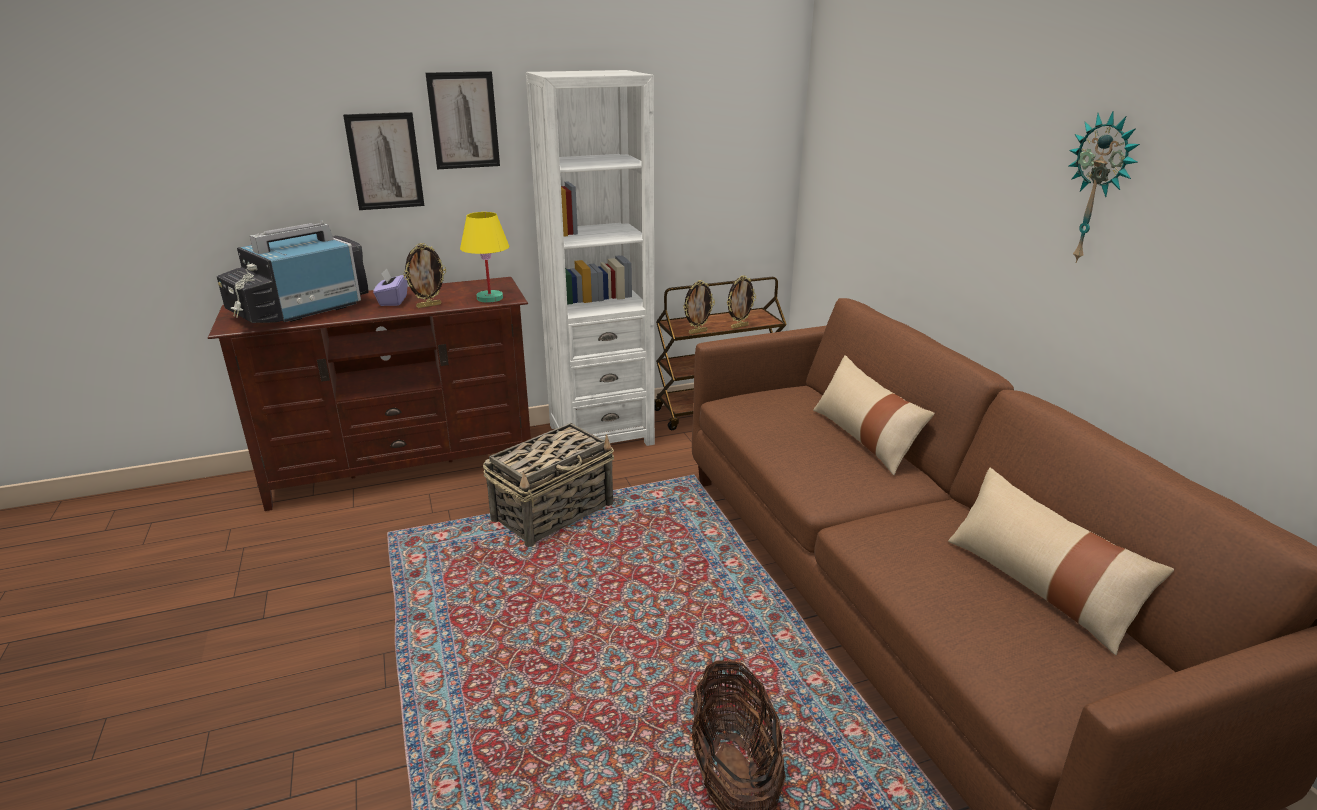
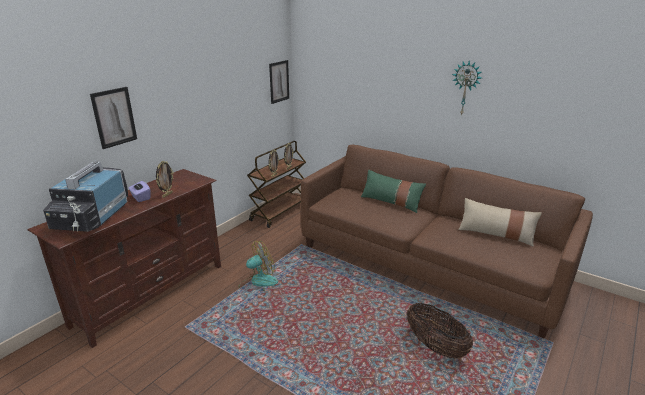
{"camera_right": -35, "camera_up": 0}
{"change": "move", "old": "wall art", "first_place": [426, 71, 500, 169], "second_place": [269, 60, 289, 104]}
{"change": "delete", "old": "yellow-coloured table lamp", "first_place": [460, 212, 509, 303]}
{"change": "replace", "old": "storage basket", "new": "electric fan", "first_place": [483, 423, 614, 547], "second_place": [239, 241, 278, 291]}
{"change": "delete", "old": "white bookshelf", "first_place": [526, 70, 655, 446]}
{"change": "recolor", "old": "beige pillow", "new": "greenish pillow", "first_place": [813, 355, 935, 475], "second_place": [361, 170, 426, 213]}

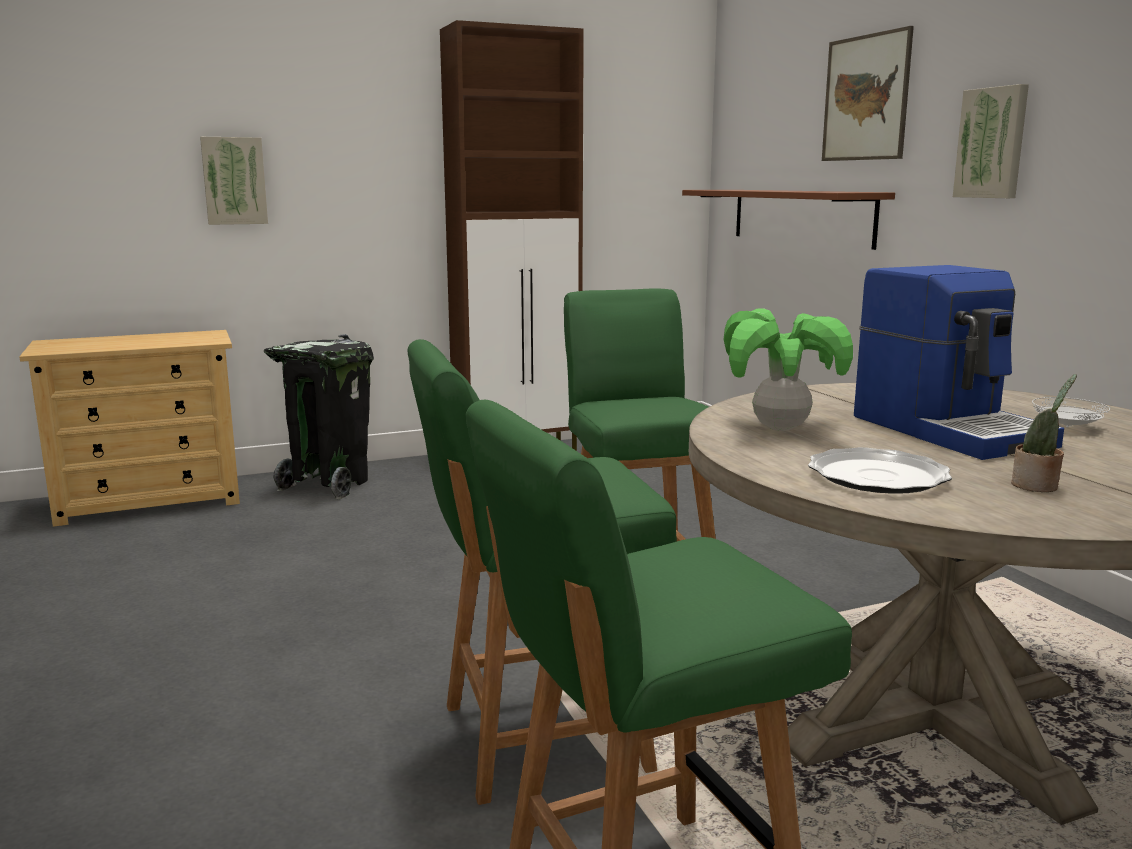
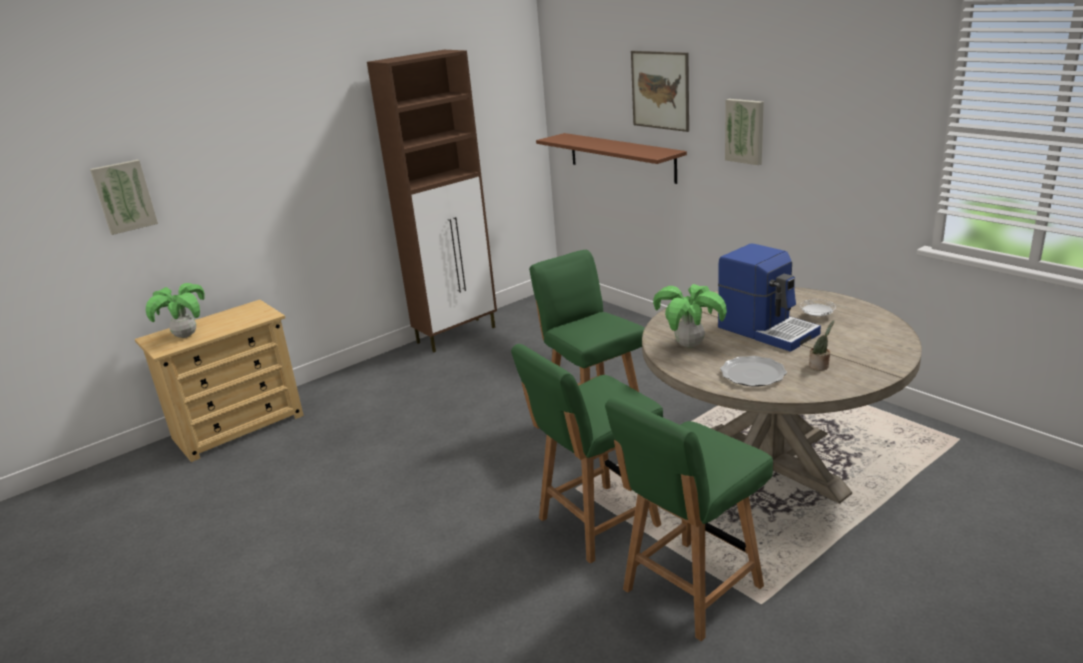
{"camera_right": -15, "camera_up": 10}
{"change": "move", "old": "wall art", "first_place": [200, 137, 268, 225], "second_place": [90, 160, 158, 235]}
{"change": "delete", "old": "blackish trash can", "first_place": [264, 334, 374, 500]}
{"change": "insert", "new": "houseplant", "second_place": [146, 283, 205, 338]}

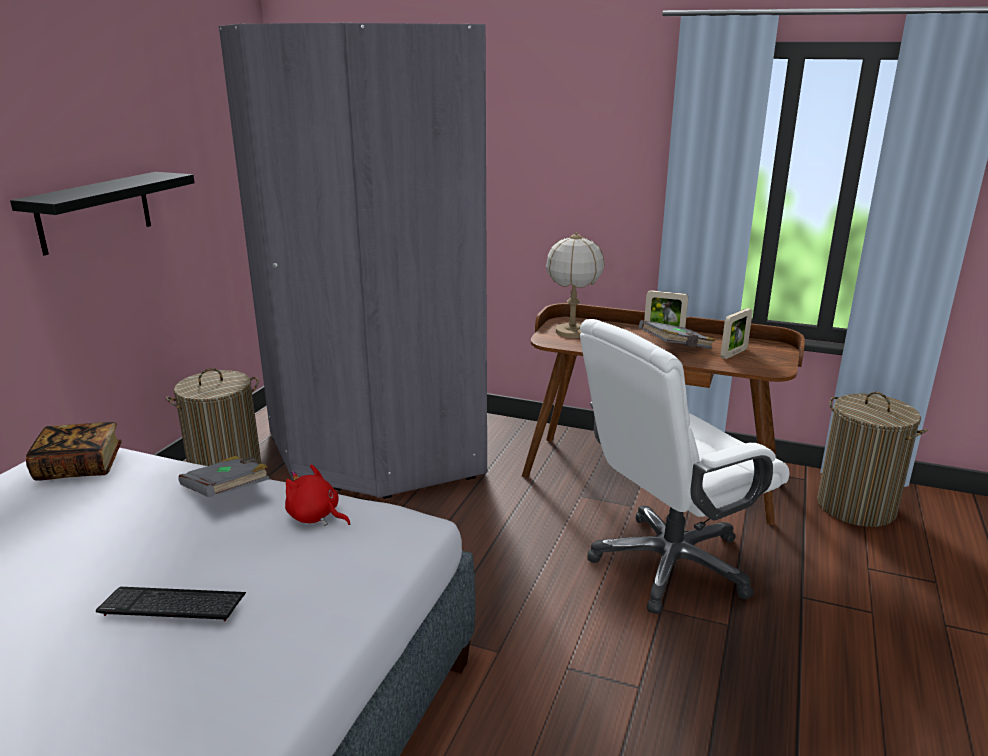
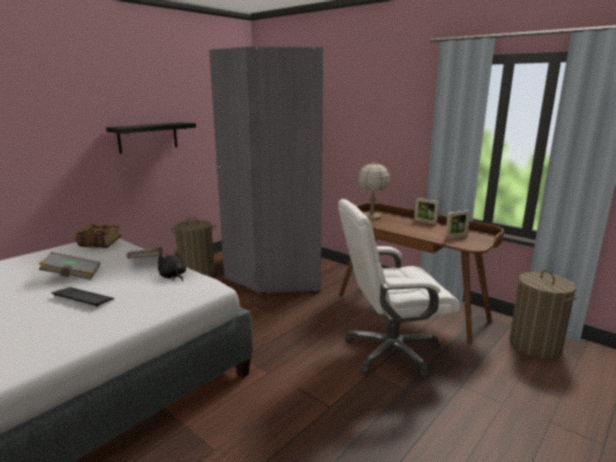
{"camera_right": 20, "camera_up": -5}
{"change": "recolor", "old": "red soft toy", "new": "blackish soft toy", "first_place": [285, 464, 350, 526], "second_place": [158, 251, 186, 282]}
{"change": "move", "old": "gray bound book", "first_place": [639, 320, 715, 349], "second_place": [39, 252, 100, 280]}

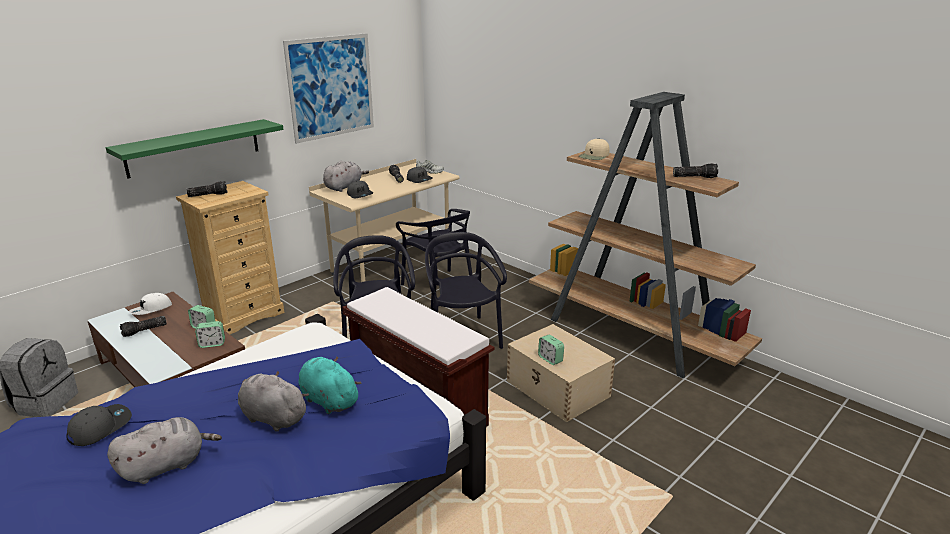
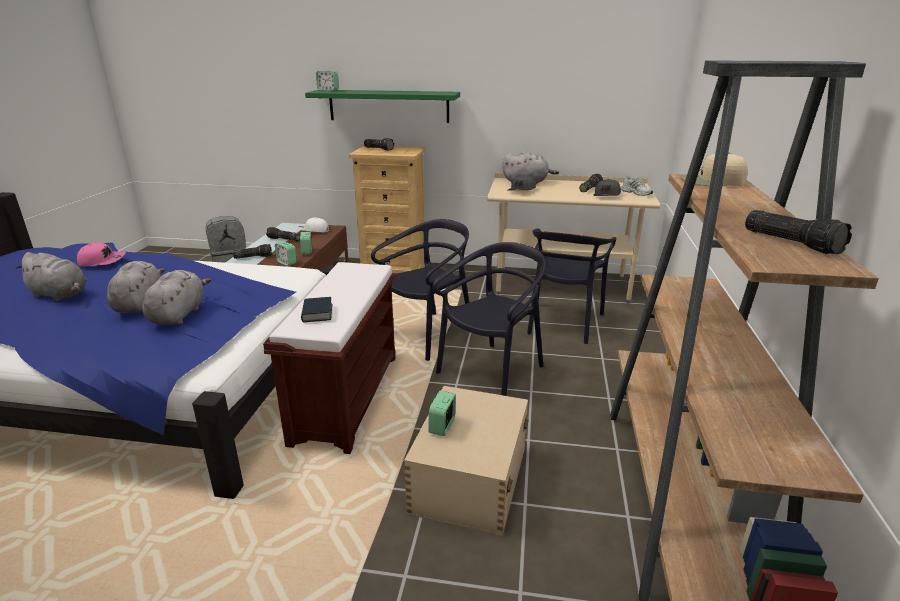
{"camera_right": 55, "camera_up": 0}
{"change": "recolor", "old": "gray cap", "new": "pink-coloured cap", "first_place": [67, 404, 132, 446], "second_place": [77, 242, 126, 266]}
{"change": "delete", "old": "wall art", "first_place": [283, 33, 374, 144]}
{"change": "recolor", "old": "blue-green soft toy", "new": "gray soft toy", "first_place": [298, 356, 361, 414], "second_place": [142, 270, 211, 325]}
{"change": "insert", "new": "torch", "second_place": [233, 244, 272, 259]}
{"change": "insert", "new": "bound book", "second_place": [301, 297, 333, 323]}
{"change": "insert", "new": "bedside clock", "second_place": [316, 70, 339, 91]}

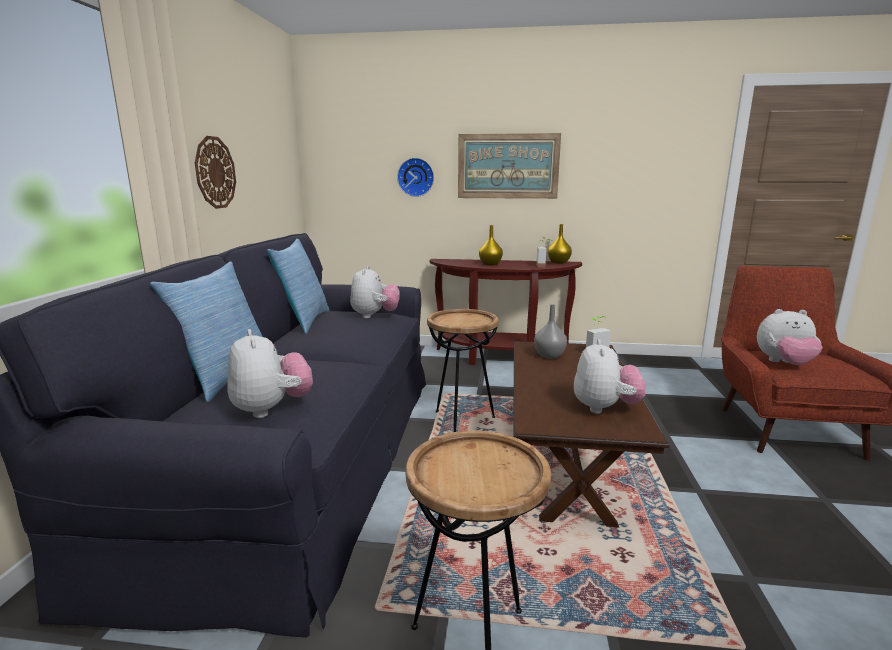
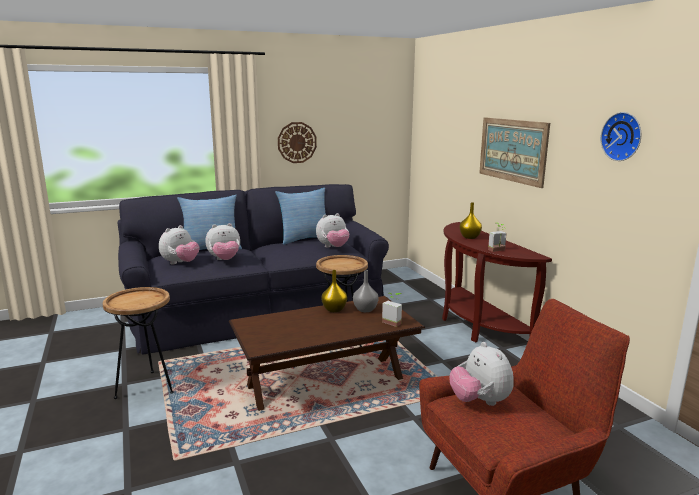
{"camera_right": 60, "camera_up": 0}
{"change": "move", "old": "wall clock", "first_place": [397, 158, 434, 197], "second_place": [601, 112, 641, 161]}
{"change": "move", "old": "yellow-coloured vase", "first_place": [548, 224, 572, 264], "second_place": [321, 270, 347, 312]}
{"change": "move", "old": "soft toy", "first_place": [574, 339, 646, 414], "second_place": [205, 223, 240, 260]}

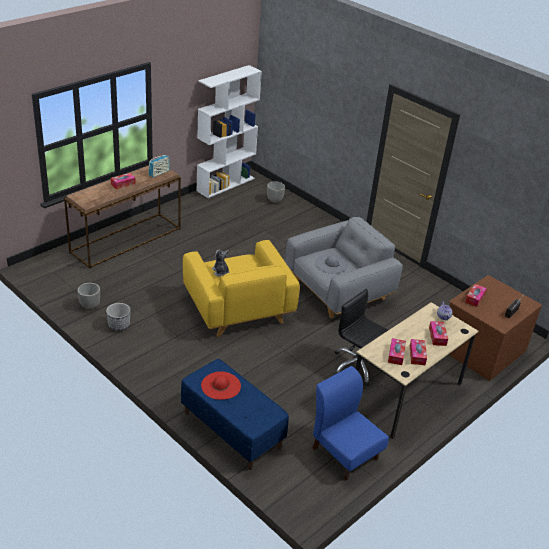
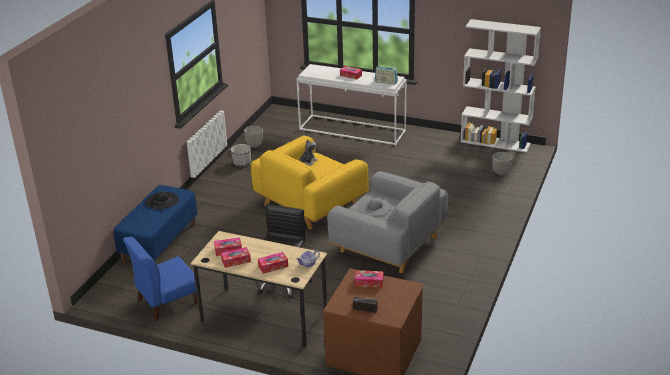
{"camera_right": 70, "camera_up": -5}
{"change": "recolor", "old": "brown console table", "new": "white console table", "first_place": [64, 166, 181, 269], "second_place": [297, 64, 406, 146]}
{"change": "recolor", "old": "red clothing hat", "new": "blackish clothing hat", "first_place": [201, 371, 241, 400], "second_place": [145, 192, 179, 210]}
{"change": "rotate", "old": "blue chair", "first_place": [313, 366, 389, 481], "second_place": [123, 237, 200, 320], "degrees": -150}

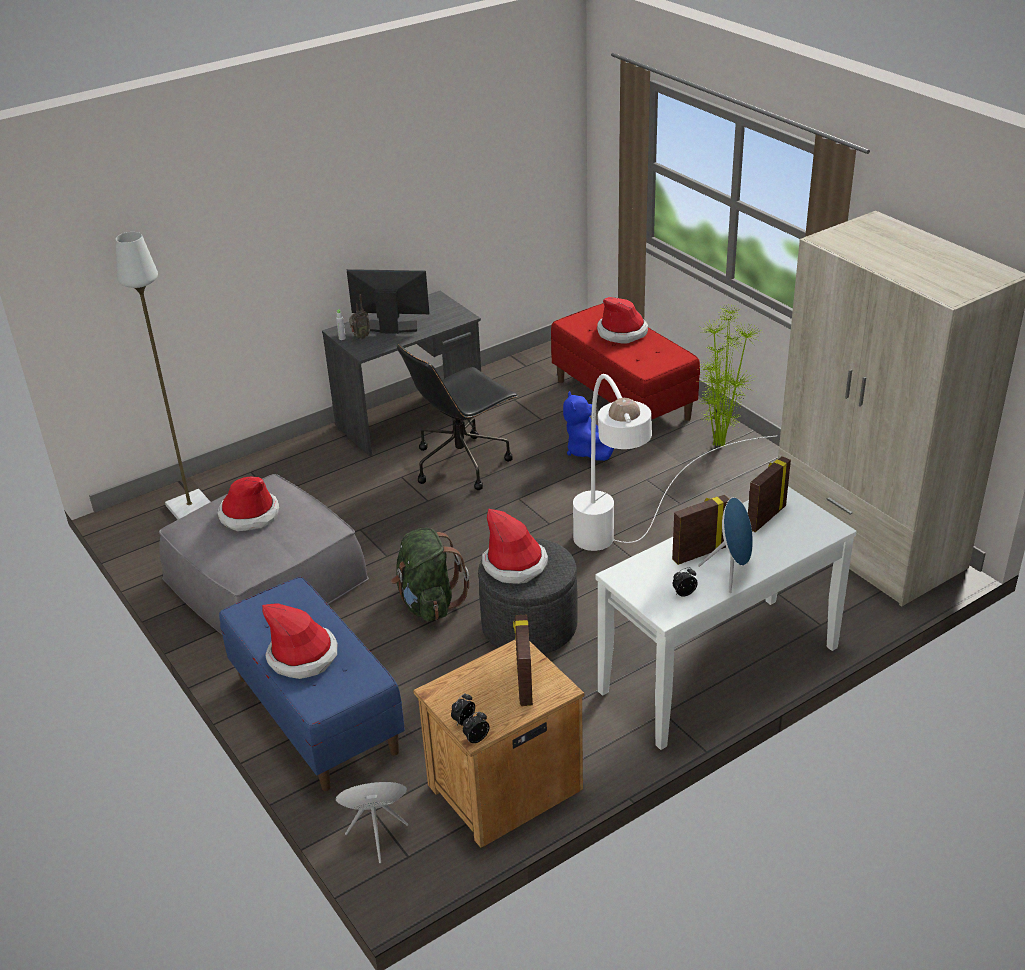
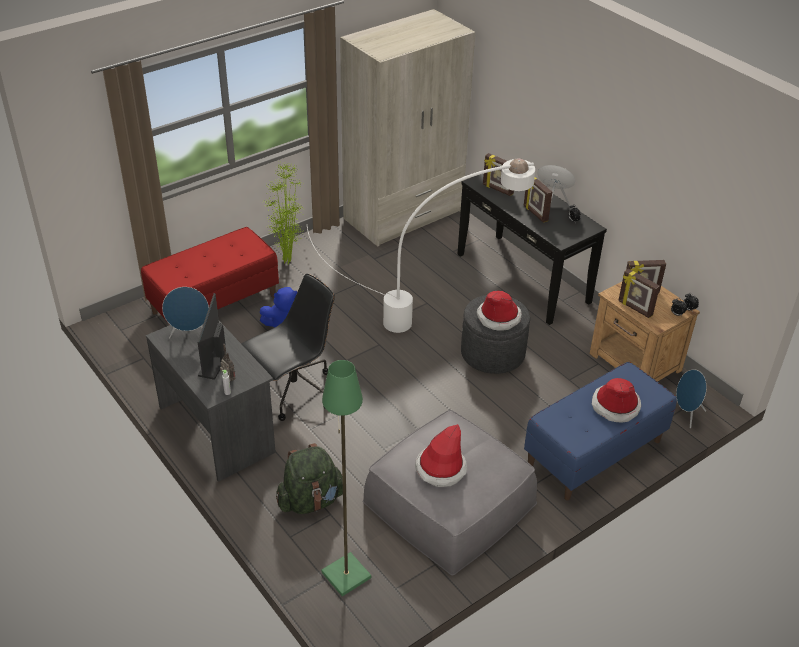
{"camera_right": -95, "camera_up": 5}
{"change": "recolor", "old": "gray standard lamp", "new": "greenish standard lamp", "first_place": [116, 232, 211, 520], "second_place": [321, 360, 371, 596]}
{"change": "move", "old": "greenish knapsack", "first_place": [391, 528, 469, 622], "second_place": [276, 443, 343, 514]}
{"change": "rotate", "old": "blackish office chair", "first_place": [397, 344, 519, 490], "second_place": [242, 274, 335, 421], "degrees": -90}
{"change": "recolor", "old": "white console table", "new": "blackish console table", "first_place": [596, 486, 857, 750], "second_place": [457, 174, 607, 325]}
{"change": "delete", "old": "clothing hat", "first_place": [597, 297, 648, 343]}
{"change": "insert", "new": "blue loudspeaker", "second_place": [162, 287, 209, 339]}
{"change": "insert", "new": "standing frame", "second_place": [618, 269, 660, 318]}

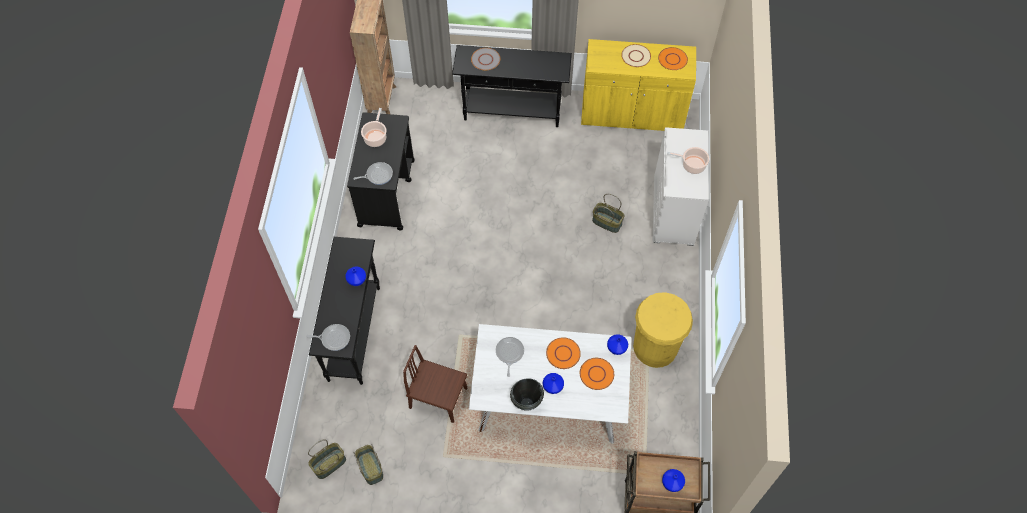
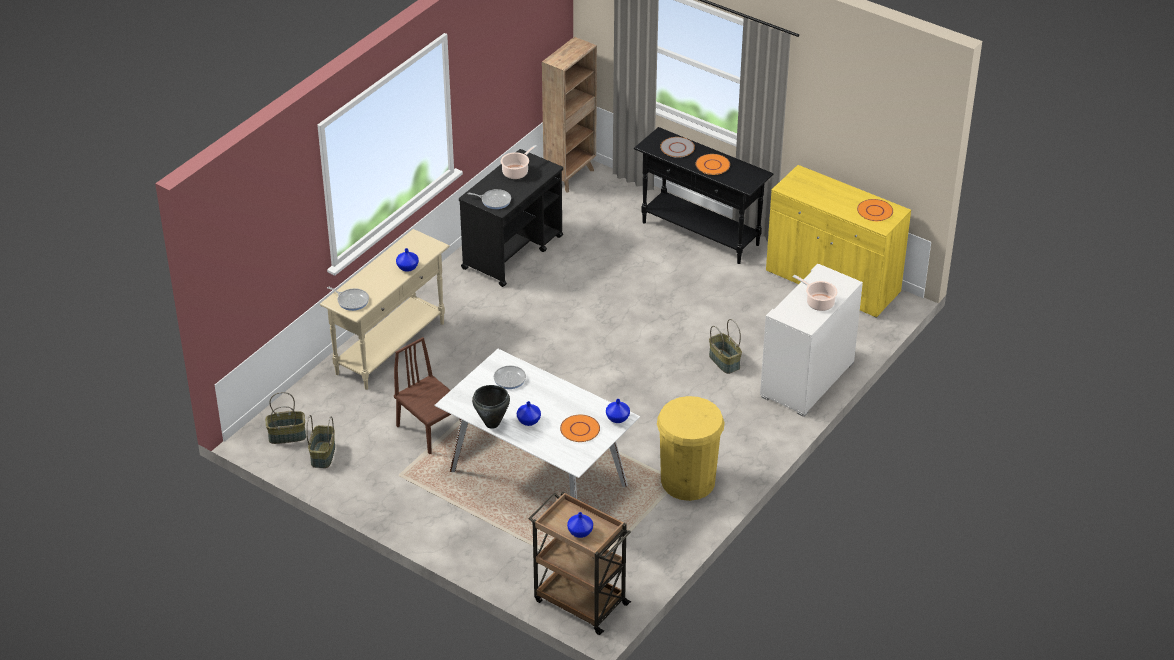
{"camera_right": 30, "camera_up": -20}
{"change": "recolor", "old": "blackish console table", "new": "beige console table", "first_place": [309, 237, 380, 385], "second_place": [320, 229, 450, 390]}
{"change": "move", "old": "orangey plate", "first_place": [546, 337, 581, 369], "second_place": [695, 154, 730, 175]}
{"change": "delete", "old": "beige plate", "first_place": [621, 44, 651, 67]}

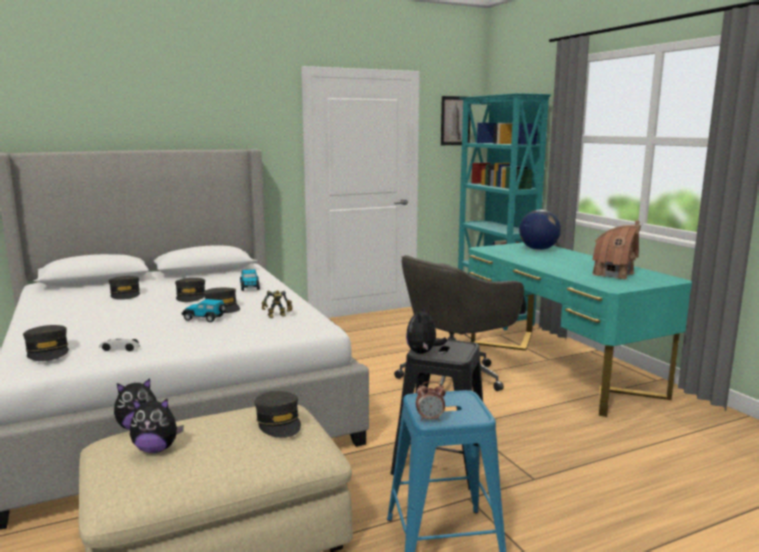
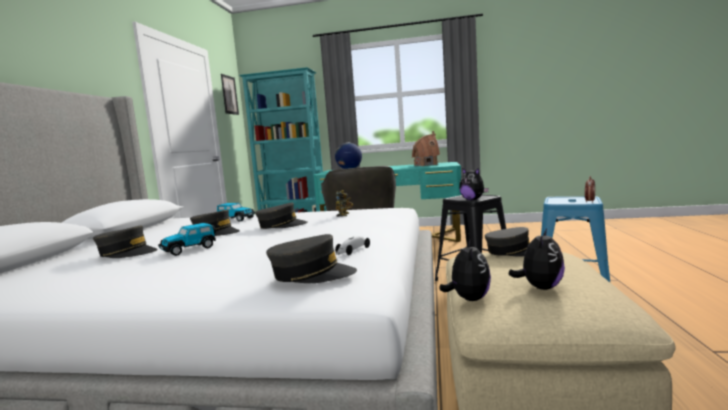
{"camera_right": -55, "camera_up": -5}
{"change": "move", "old": "model car", "first_place": [181, 299, 225, 322], "second_place": [158, 223, 216, 256]}

